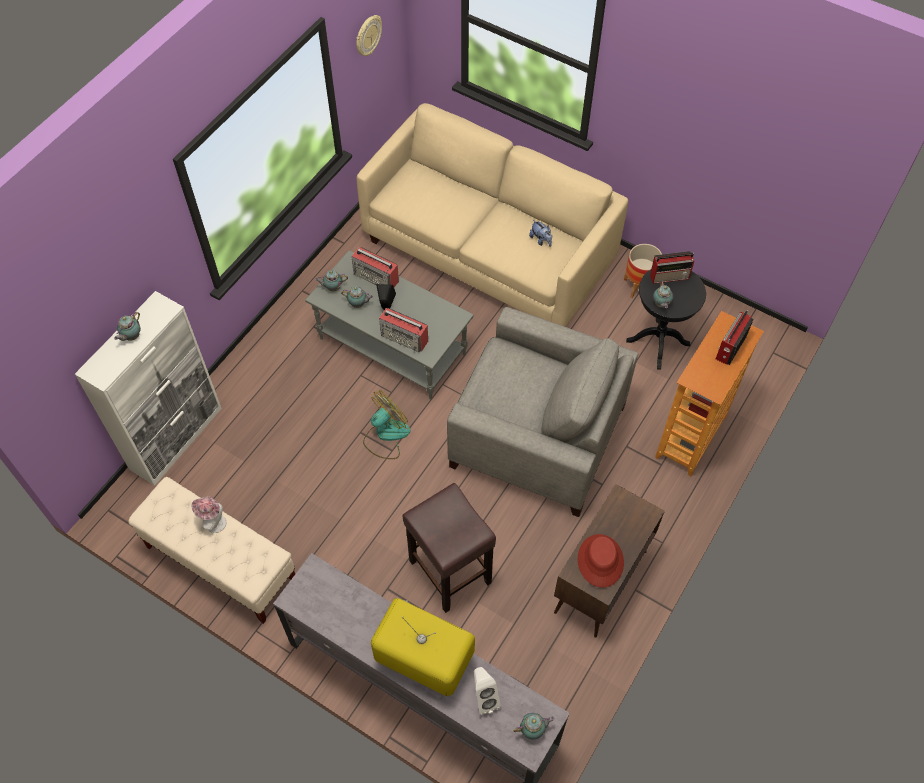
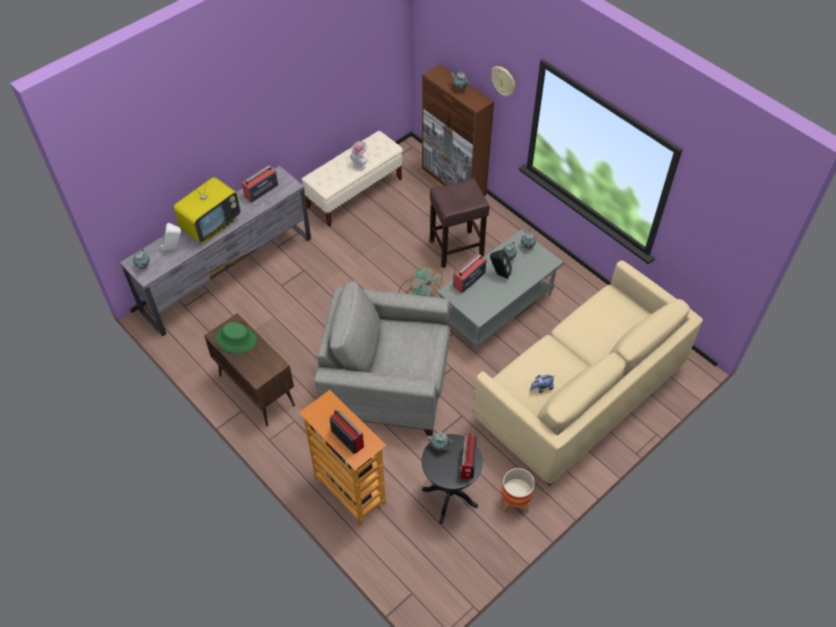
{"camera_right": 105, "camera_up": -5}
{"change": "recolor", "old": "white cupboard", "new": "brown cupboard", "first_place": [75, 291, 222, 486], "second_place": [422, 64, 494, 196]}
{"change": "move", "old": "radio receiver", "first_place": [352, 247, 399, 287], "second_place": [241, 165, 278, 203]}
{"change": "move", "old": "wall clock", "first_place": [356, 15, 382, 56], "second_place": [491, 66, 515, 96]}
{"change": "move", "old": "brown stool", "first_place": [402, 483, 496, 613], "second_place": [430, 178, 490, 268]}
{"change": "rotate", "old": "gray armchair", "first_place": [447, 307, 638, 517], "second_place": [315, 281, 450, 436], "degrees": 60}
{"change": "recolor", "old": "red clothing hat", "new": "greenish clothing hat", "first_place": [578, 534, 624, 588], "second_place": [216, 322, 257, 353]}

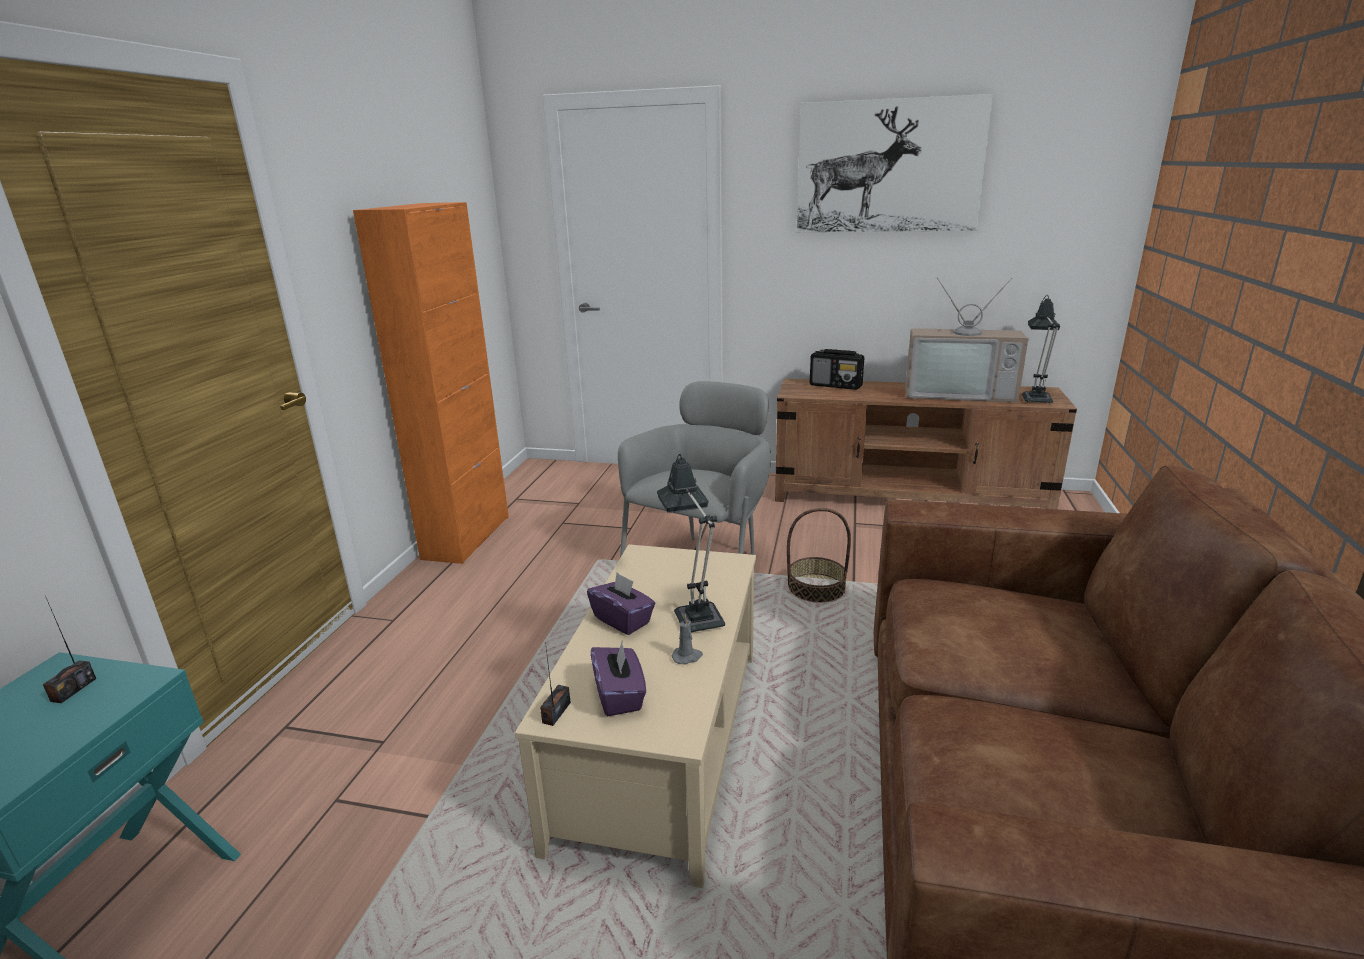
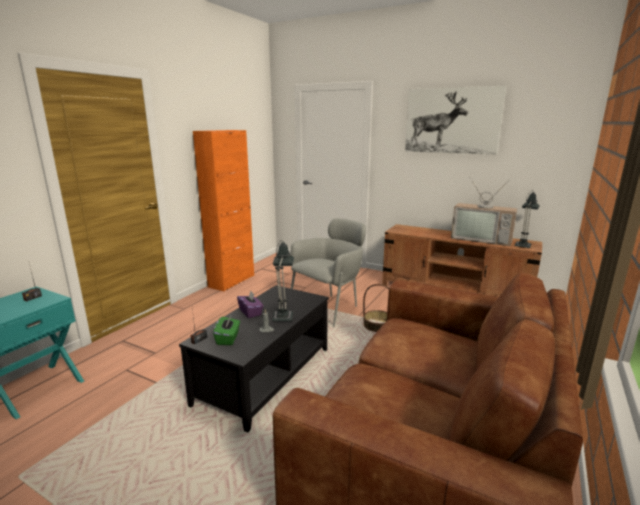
{"camera_right": 15, "camera_up": -5}
{"change": "recolor", "old": "beige lounge table", "new": "blackish lounge table", "first_place": [515, 544, 756, 888], "second_place": [179, 285, 329, 433]}
{"change": "recolor", "old": "purple tissue holder", "new": "greenish tissue holder", "first_place": [591, 642, 646, 716], "second_place": [213, 316, 240, 345]}
{"change": "delete", "old": "radio receiver", "first_place": [810, 349, 864, 390]}

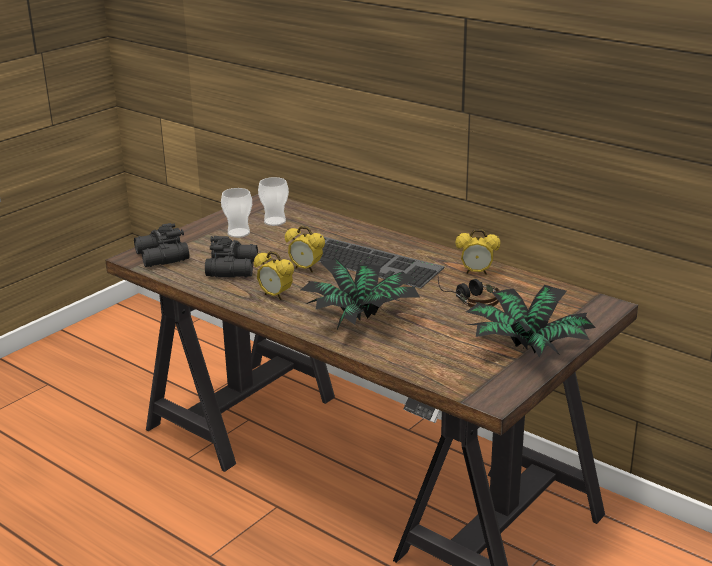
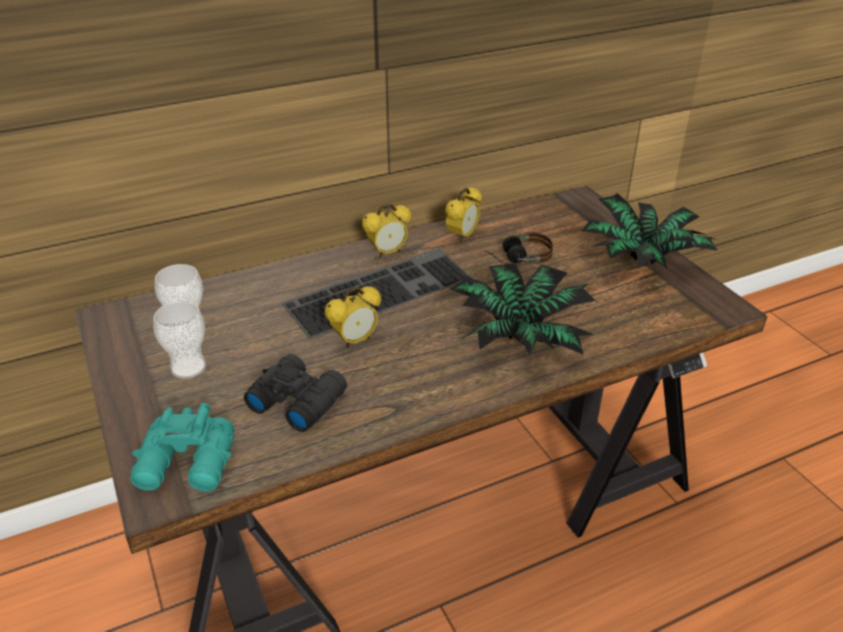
{"camera_right": -65, "camera_up": 10}
{"change": "recolor", "old": "blackish field glasses", "new": "blue-green field glasses", "first_place": [134, 223, 189, 267], "second_place": [130, 403, 234, 492]}
{"change": "move", "old": "bedside clock", "first_place": [254, 251, 294, 300], "second_place": [362, 203, 411, 258]}

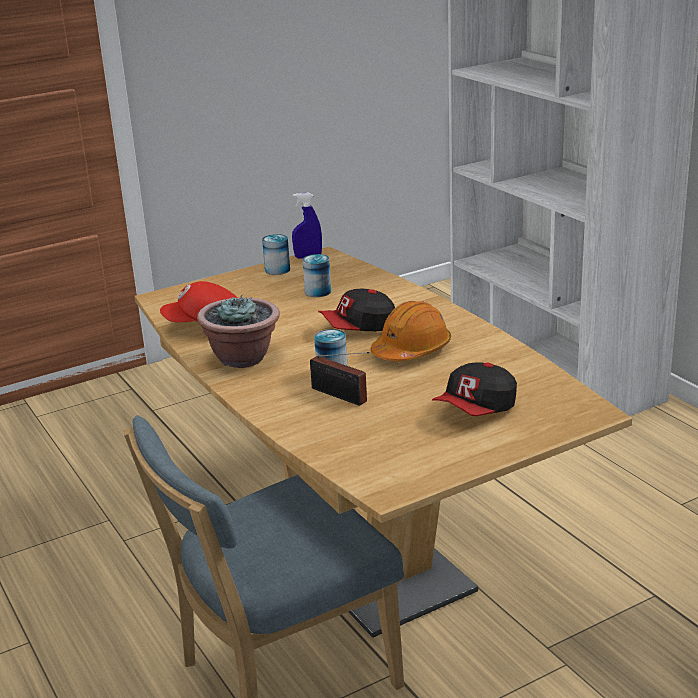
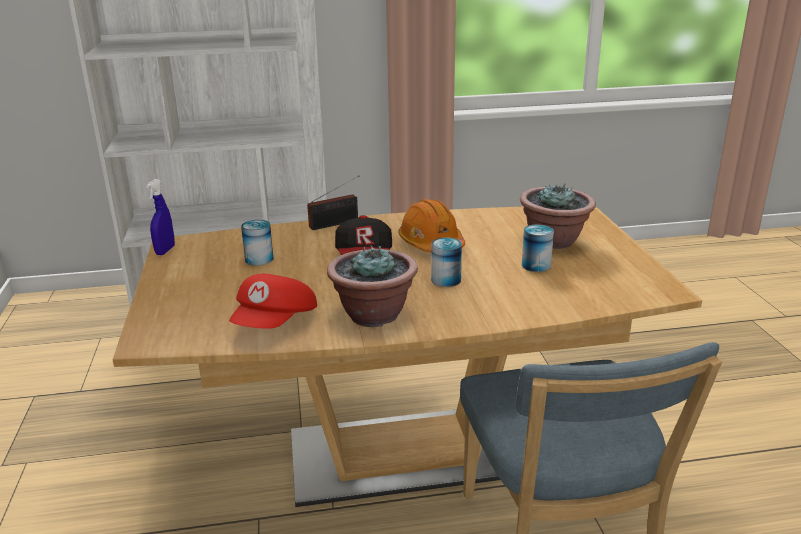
{"camera_right": -70, "camera_up": 0}
{"change": "move", "old": "sealed can", "first_place": [262, 234, 290, 275], "second_place": [522, 224, 554, 272]}
{"change": "move", "old": "radio receiver", "first_place": [310, 352, 369, 406], "second_place": [307, 176, 359, 230]}
{"change": "replace", "old": "cap", "new": "houseplant", "first_place": [432, 362, 517, 416], "second_place": [520, 184, 596, 249]}

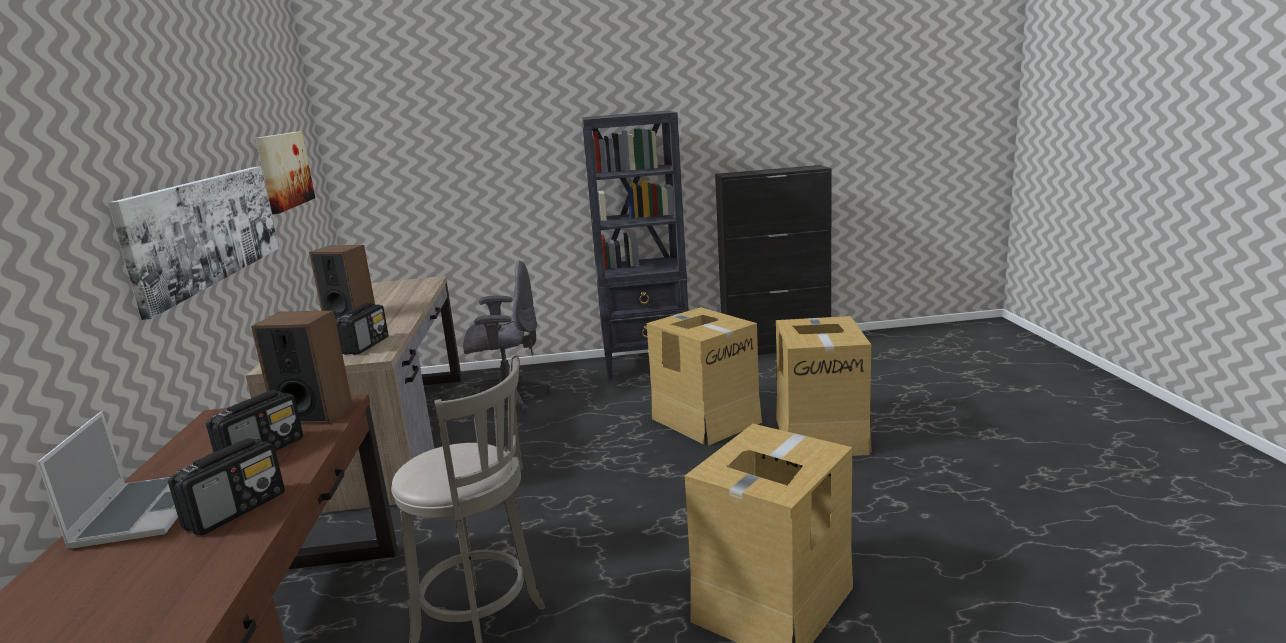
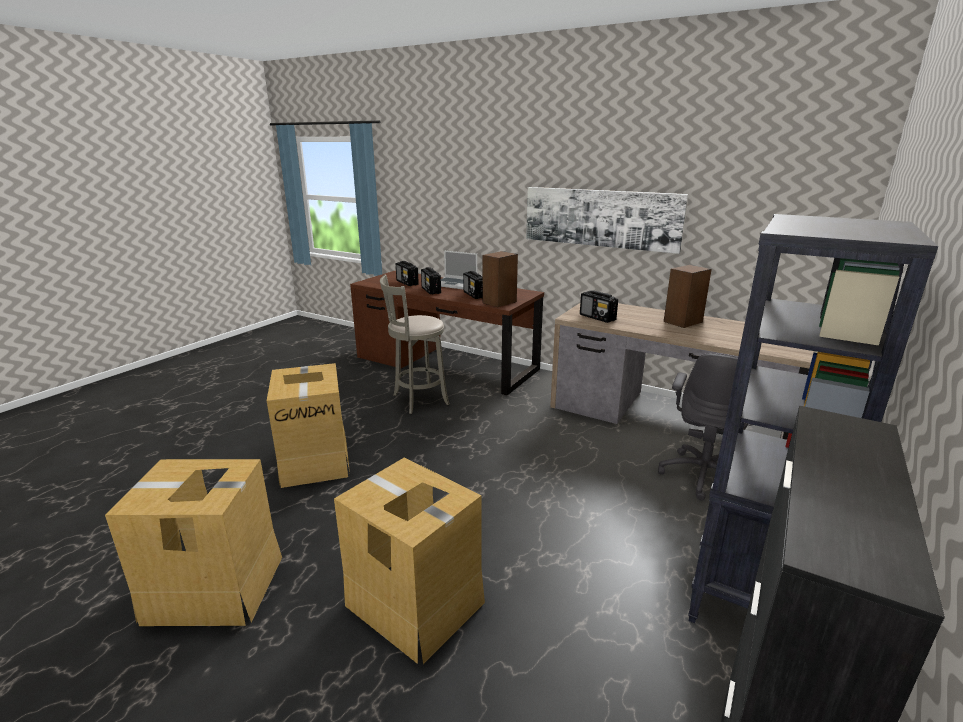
{"camera_right": 125, "camera_up": 5}
{"change": "delete", "old": "wall art", "first_place": [255, 131, 315, 214]}
{"change": "move", "old": "carton", "first_place": [647, 307, 762, 446], "second_place": [105, 459, 282, 626]}
{"change": "insert", "new": "radio receiver", "second_place": [396, 261, 419, 286]}

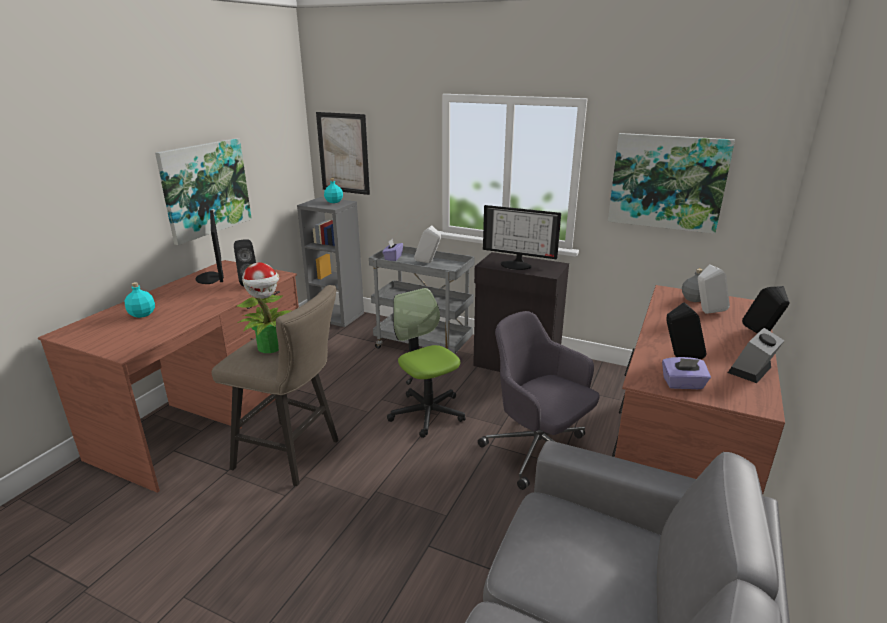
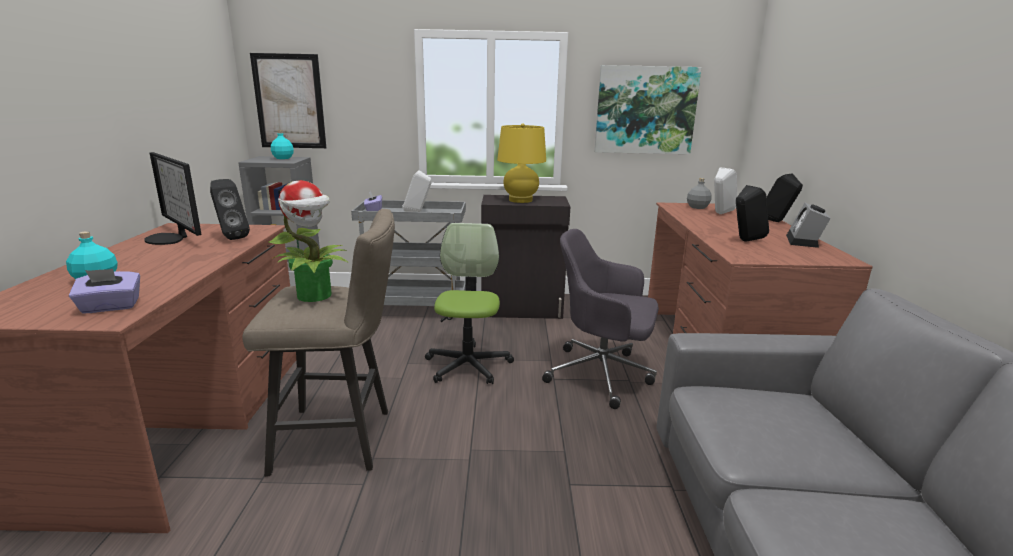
{"camera_right": -25, "camera_up": -5}
{"change": "delete", "old": "wall art", "first_place": [155, 138, 252, 245]}
{"change": "rotate", "old": "office chair", "first_place": [387, 288, 465, 438], "second_place": [425, 223, 514, 384], "degrees": 60}
{"change": "replace", "old": "computer display", "new": "yellow-coloured table lamp", "first_place": [483, 205, 561, 270], "second_place": [497, 123, 546, 203]}
{"change": "move", "old": "purple tissue holder", "first_place": [662, 357, 711, 389], "second_place": [69, 269, 140, 314]}

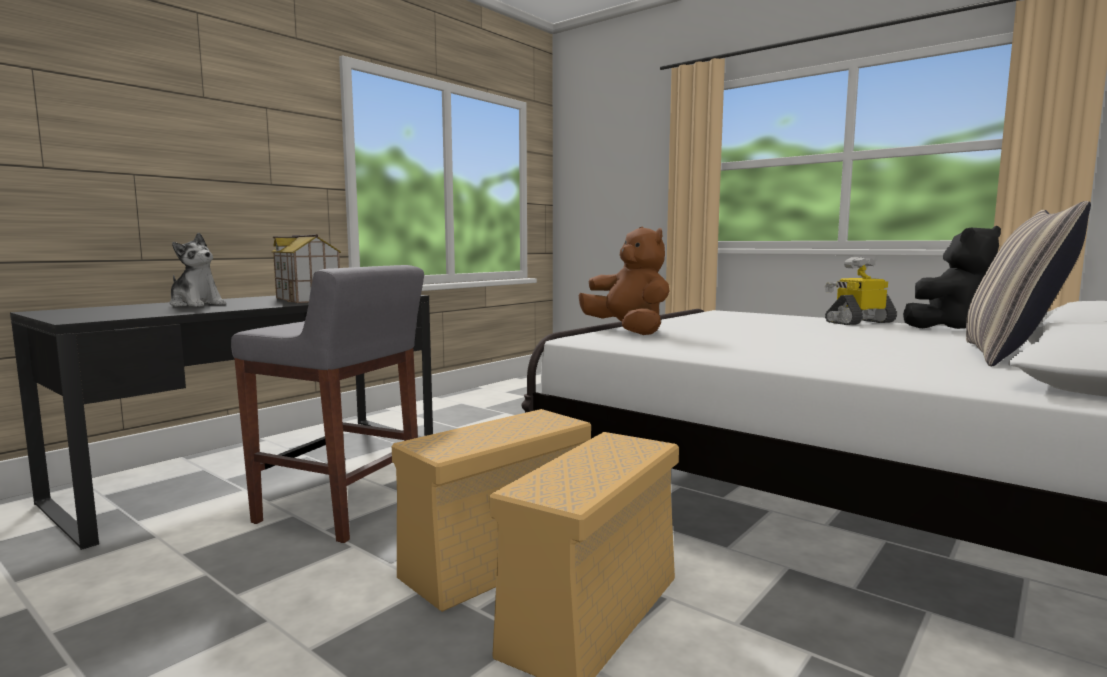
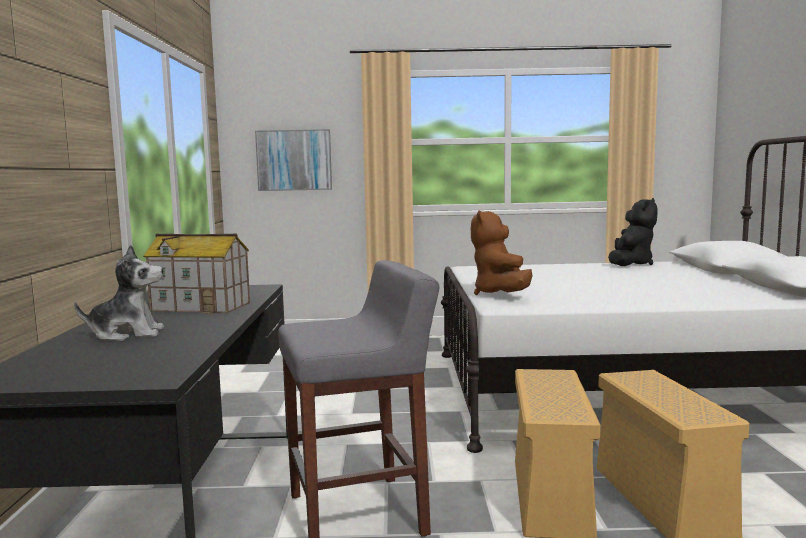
{"camera_right": -40, "camera_up": 0}
{"change": "rotate", "old": "brown soft toy", "first_place": [579, 226, 669, 335], "second_place": [471, 211, 532, 295], "degrees": -105}
{"change": "delete", "old": "toy robot", "first_place": [825, 257, 897, 325]}
{"change": "delete", "old": "pillow", "first_place": [966, 201, 1091, 367]}
{"change": "insert", "new": "wall art", "second_place": [255, 129, 332, 191]}

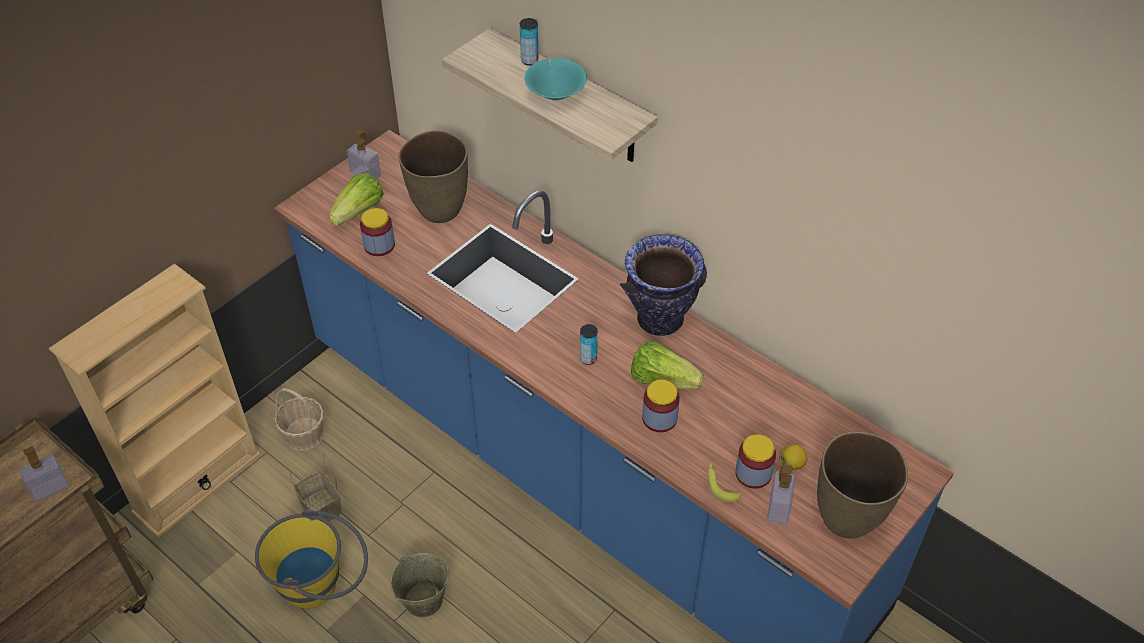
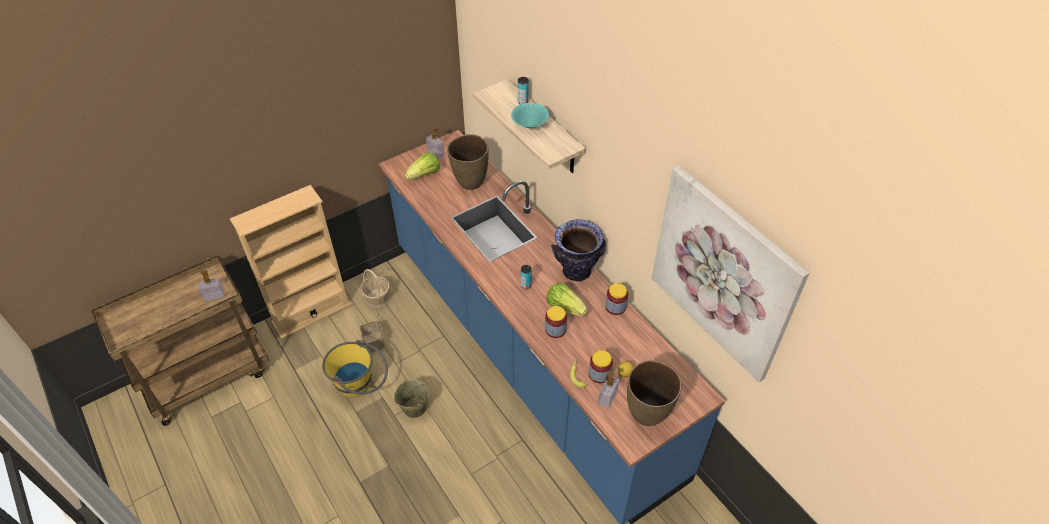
{"camera_right": 15, "camera_up": 0}
{"change": "move", "old": "storage jar", "first_place": [360, 208, 395, 256], "second_place": [605, 283, 628, 315]}
{"change": "insert", "new": "wall art", "second_place": [652, 165, 809, 382]}

